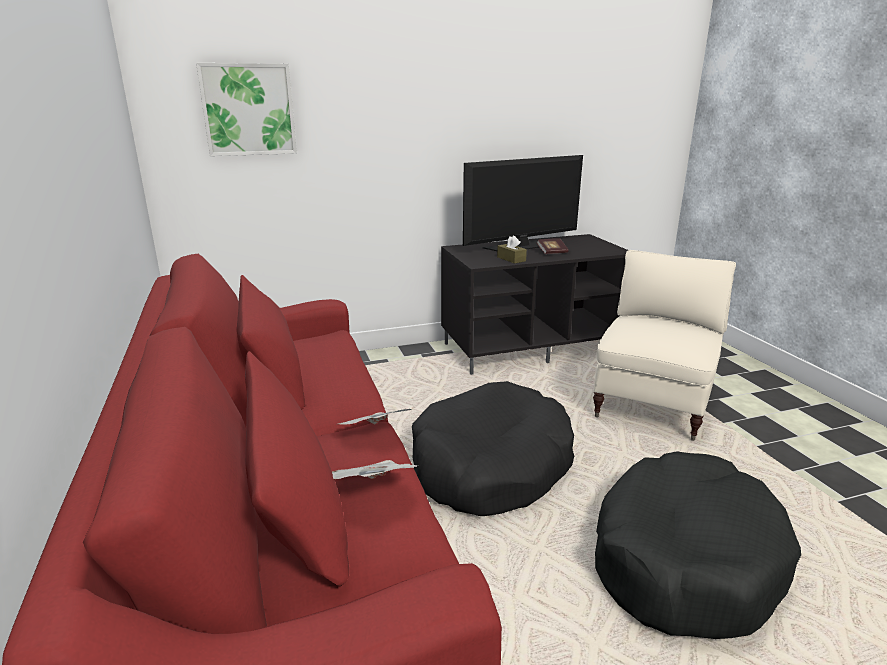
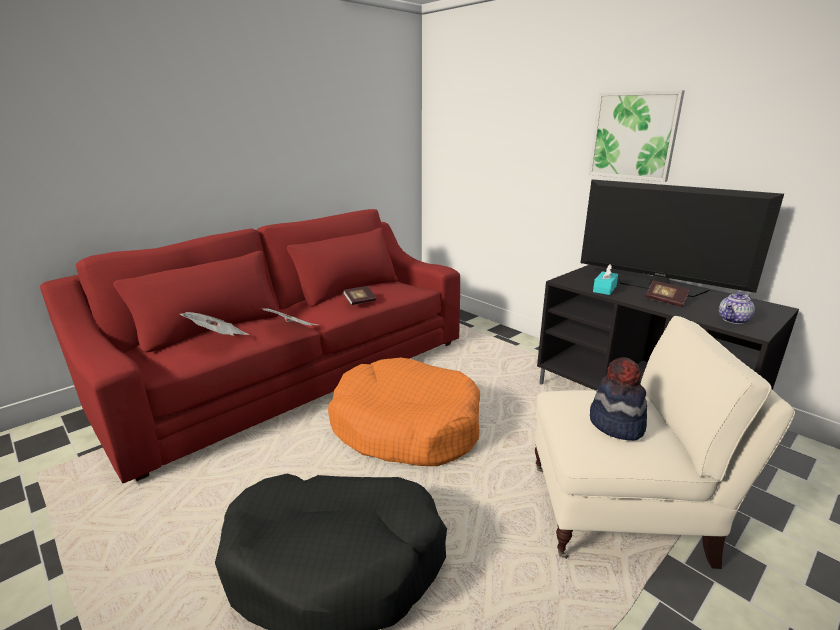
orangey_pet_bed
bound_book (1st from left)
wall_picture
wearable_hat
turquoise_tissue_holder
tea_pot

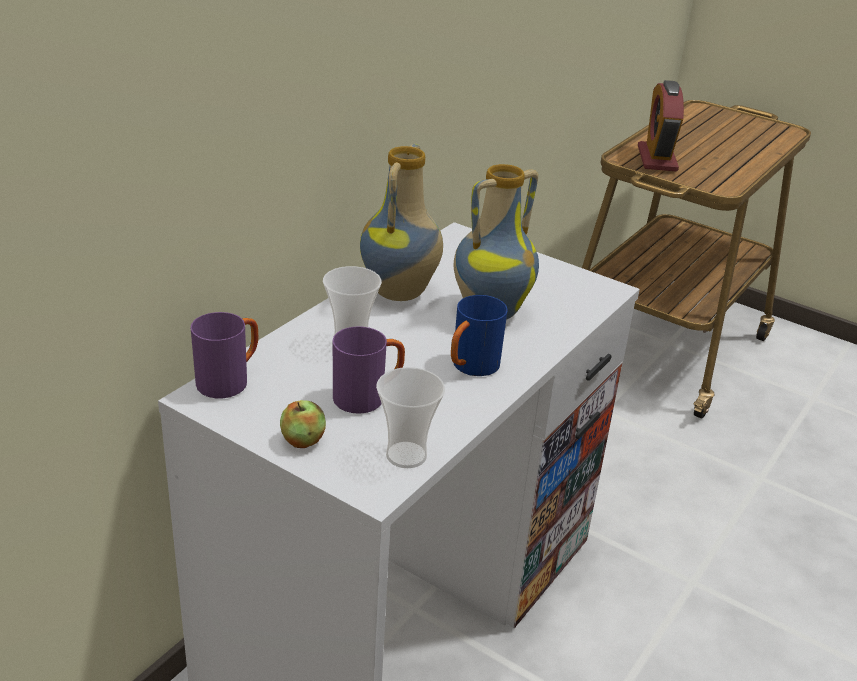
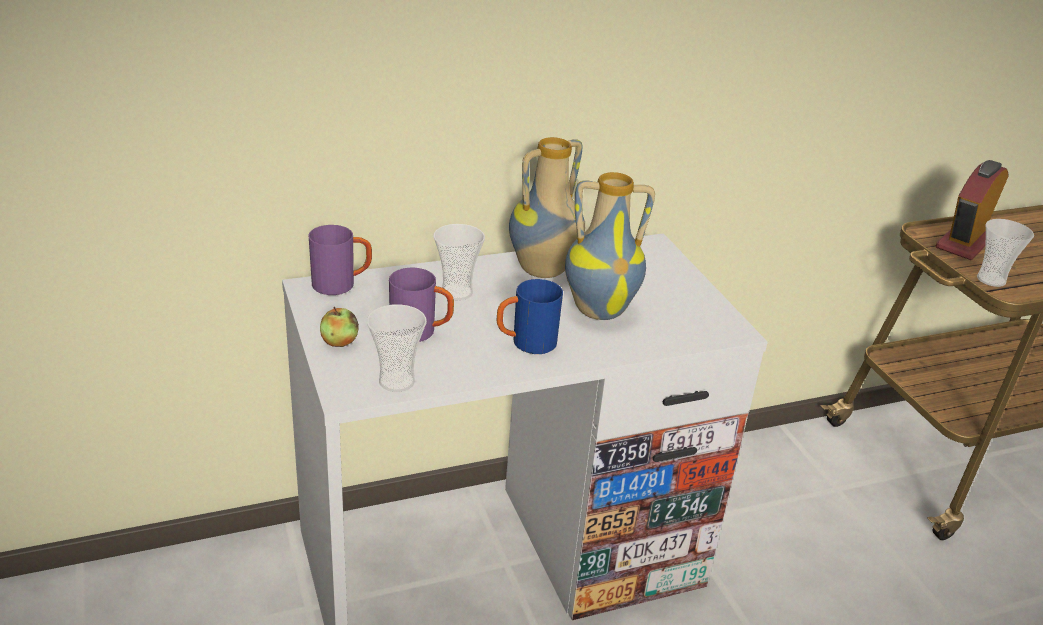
cup (3rd from left)

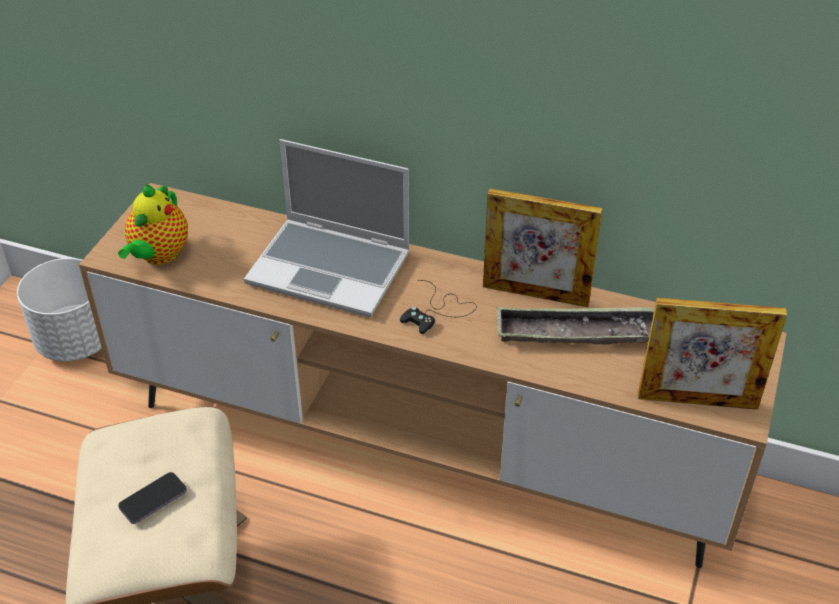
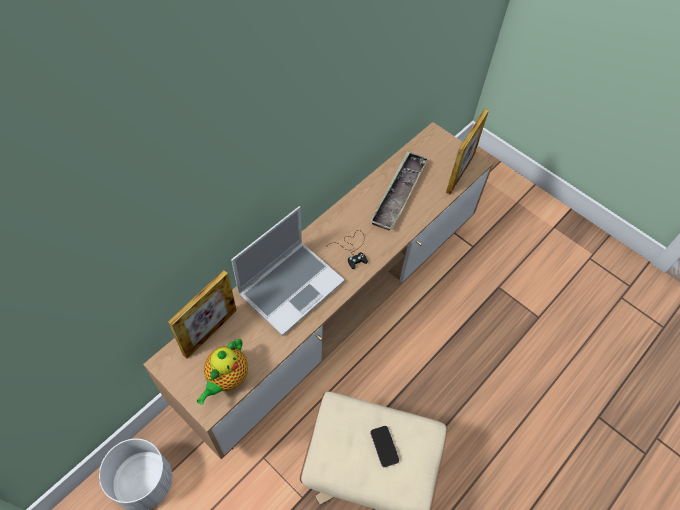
picture_frame (1st from left)
tea_pot

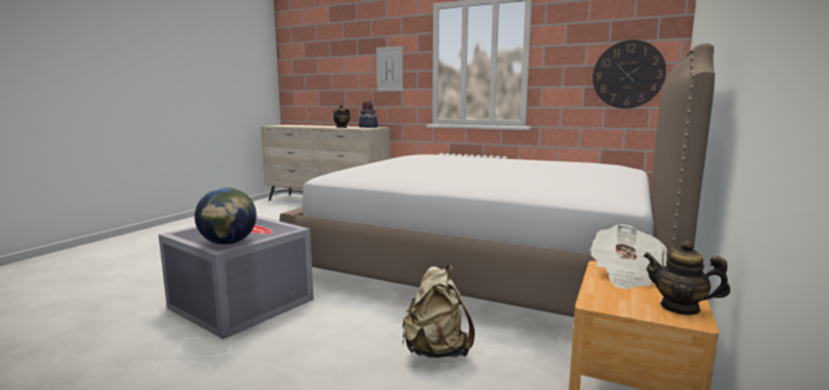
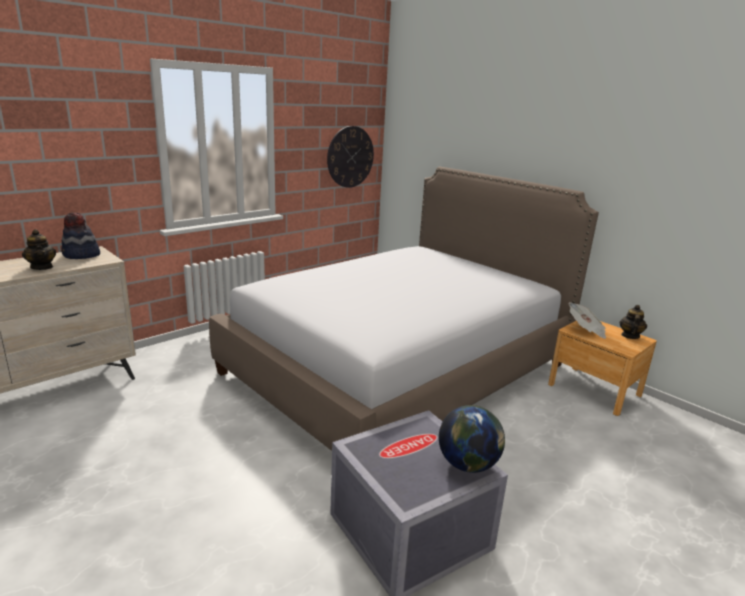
tea_pot (2nd from left)
wall_picture
beige_rucksack

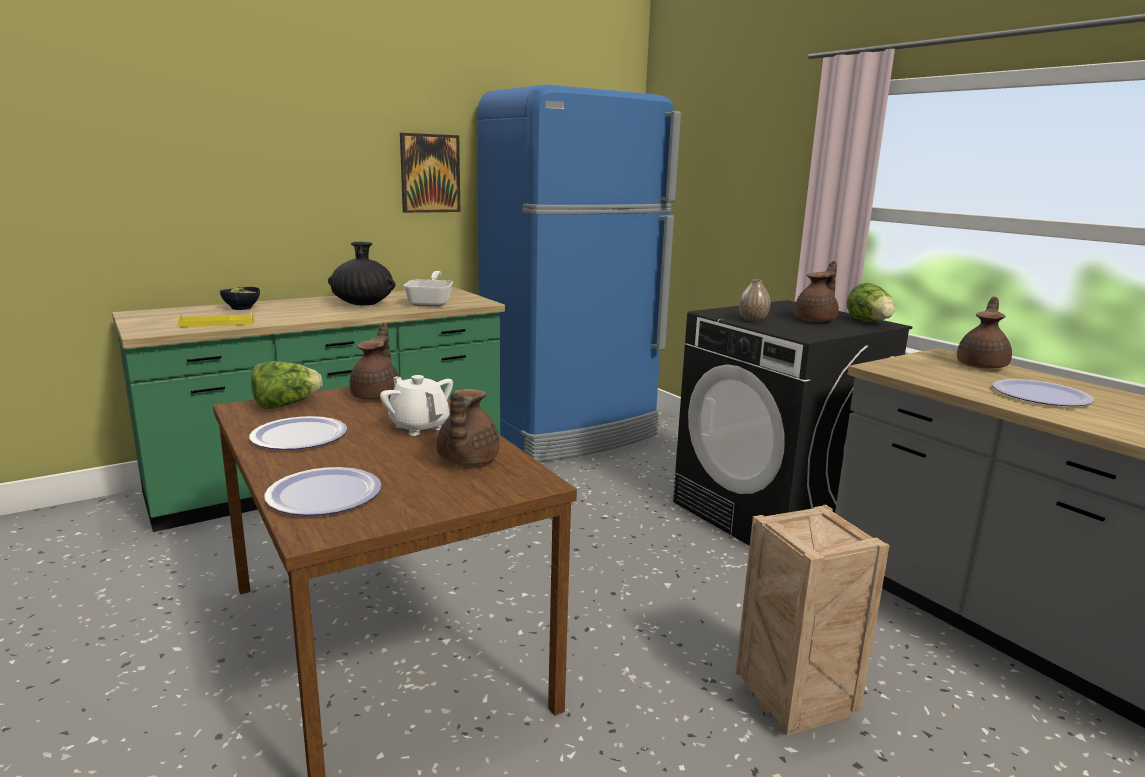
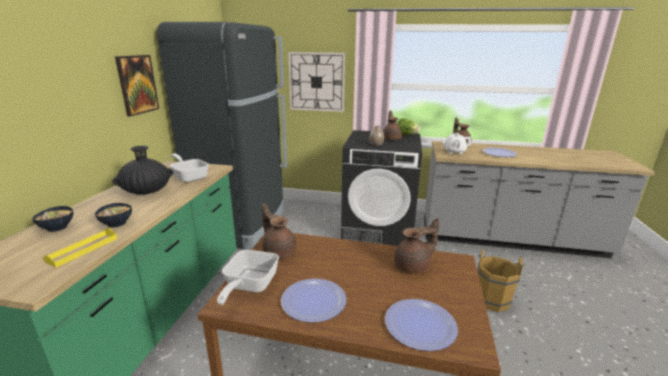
bowl (2nd from left)
black-coloured_fridge
skillet (2nd from left)
hanging_clock
brownish_tea_pot (3rd from left)
white-coloured_tea_pot
brownish_bucket

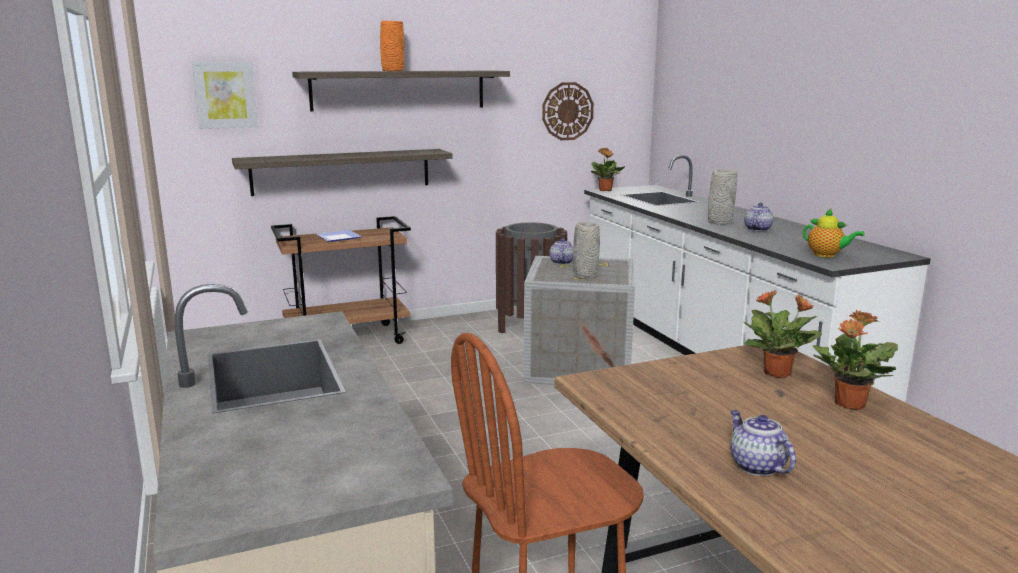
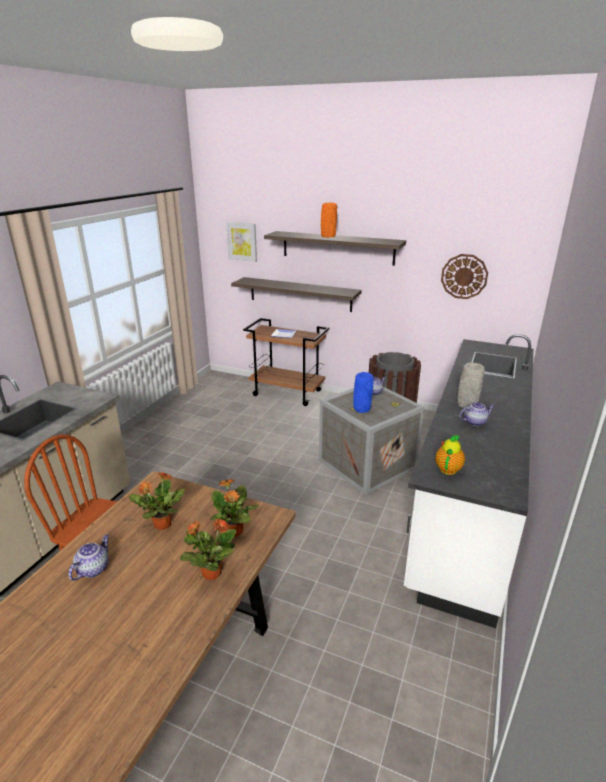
houseplant (1st from left)
blue-coloured_flower_vase
tea_pot (3rd from left)

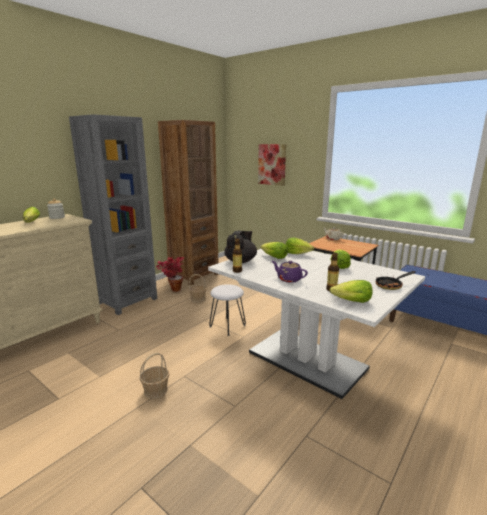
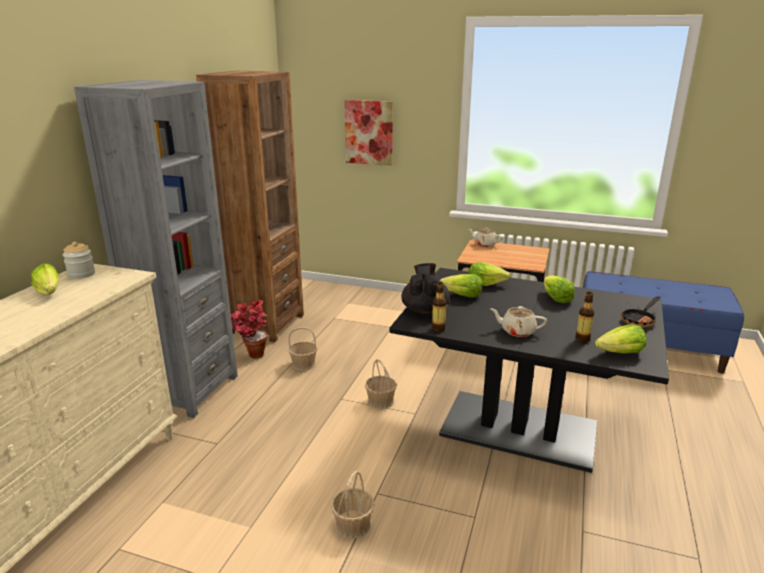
household_basket (3rd from left)
black-coloured_dining_table
beige_tea_pot (2nd from left)

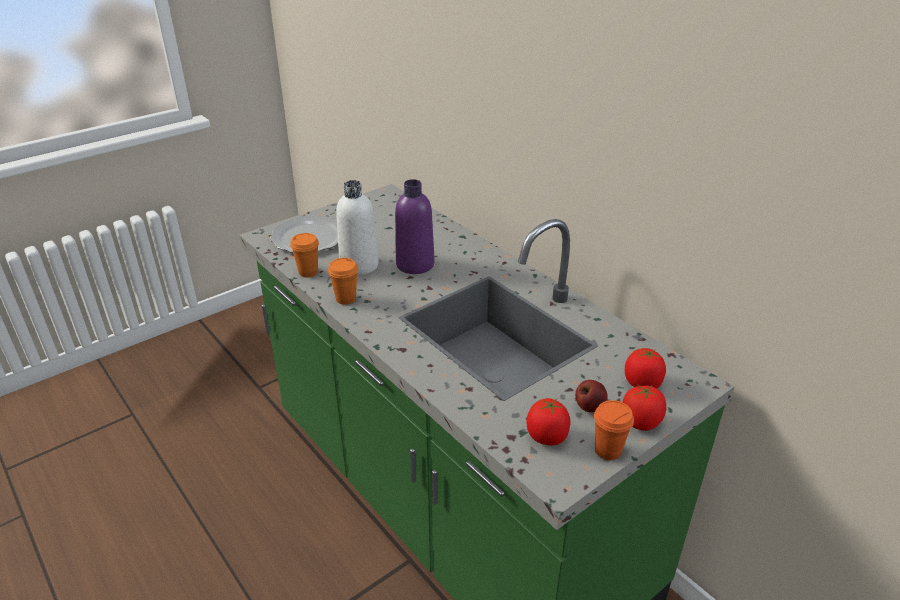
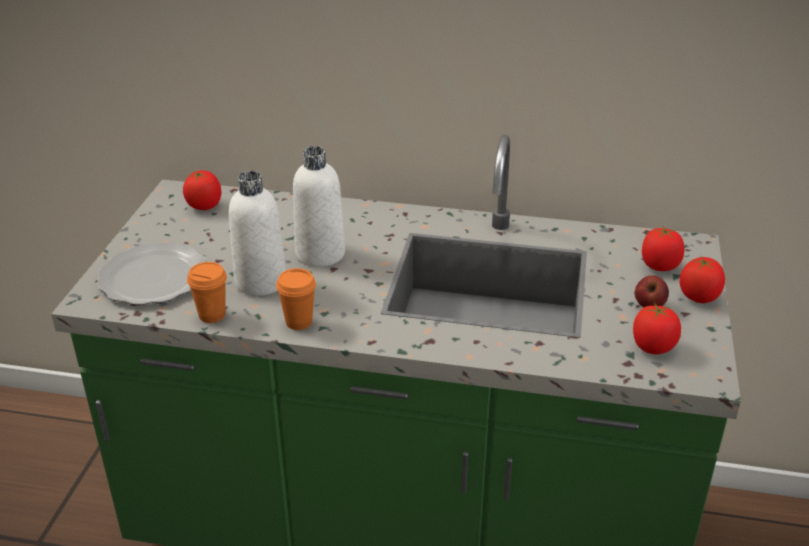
whole_tomato (1st from left)
white-coloured_drink_bottle (2nd from left)
orangey_cup (3rd from left in the first image)

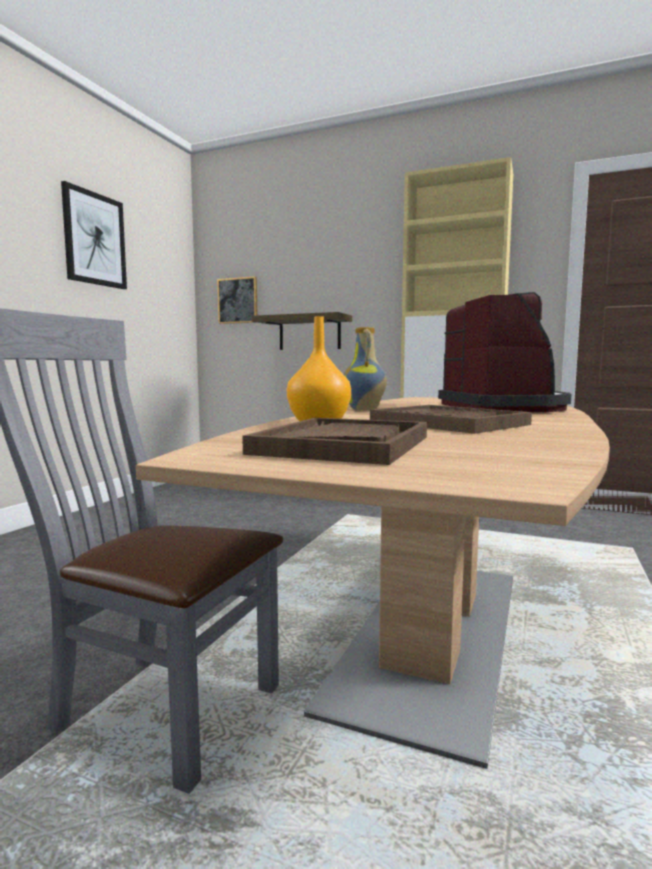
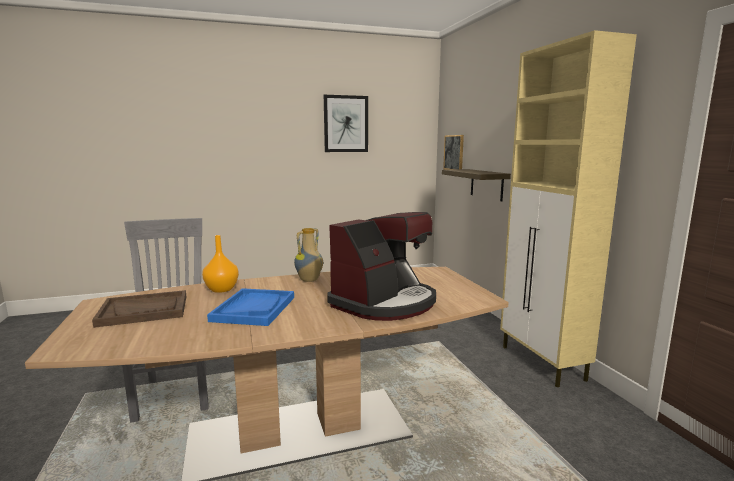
blue-coloured_serving_tray

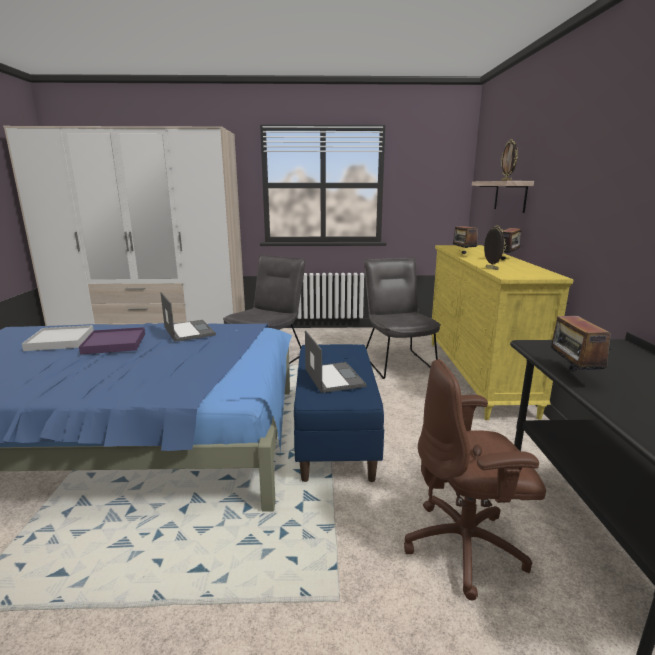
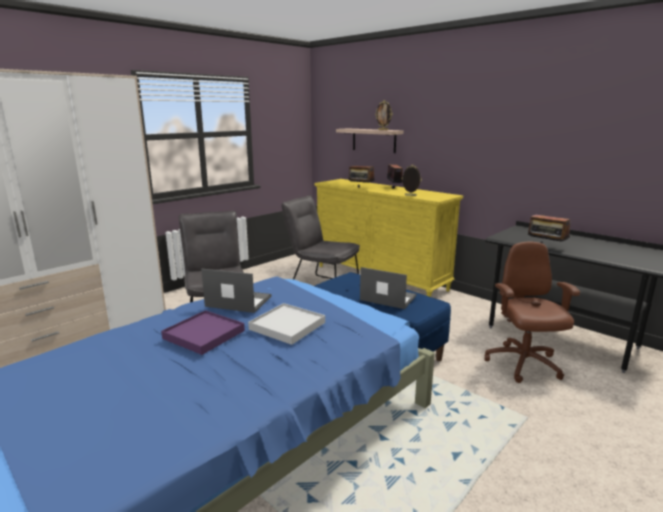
white-coloured_serving_tray
brownish_office_chair

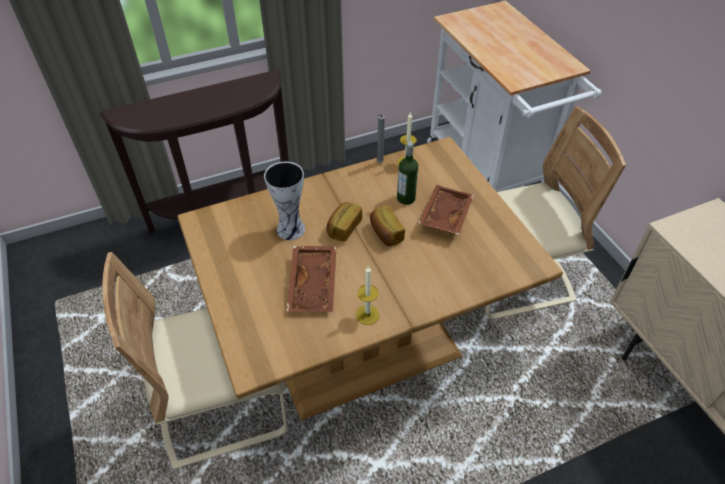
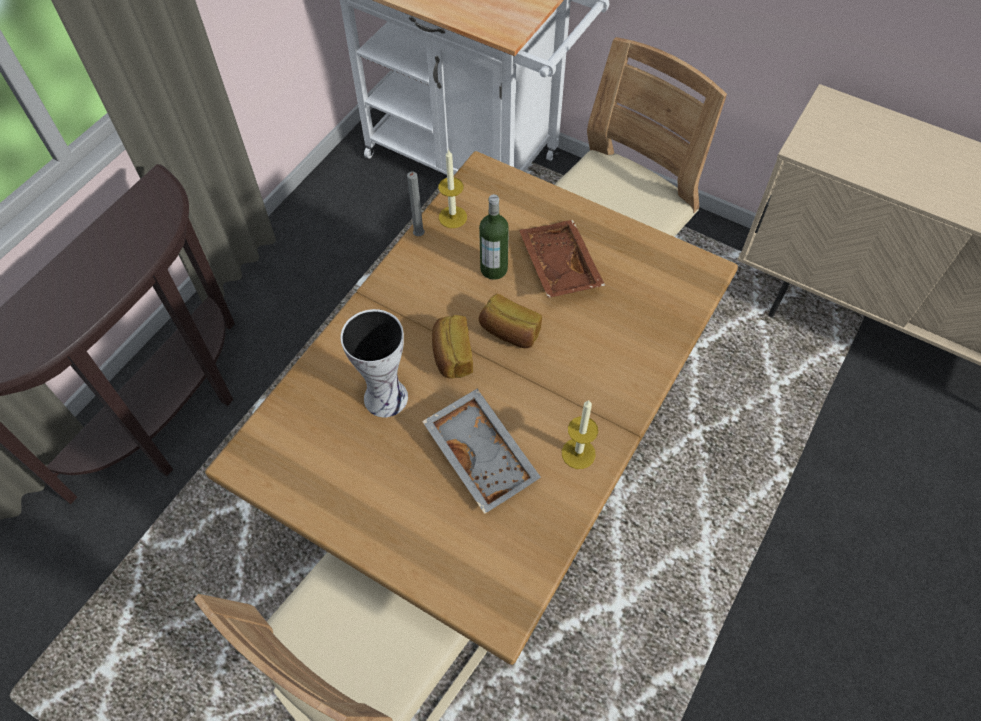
grey_serving_tray

